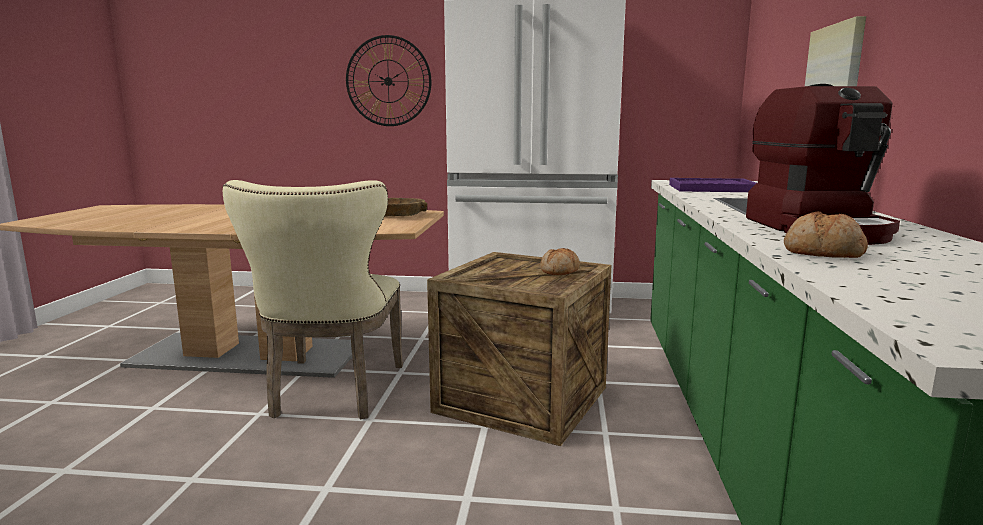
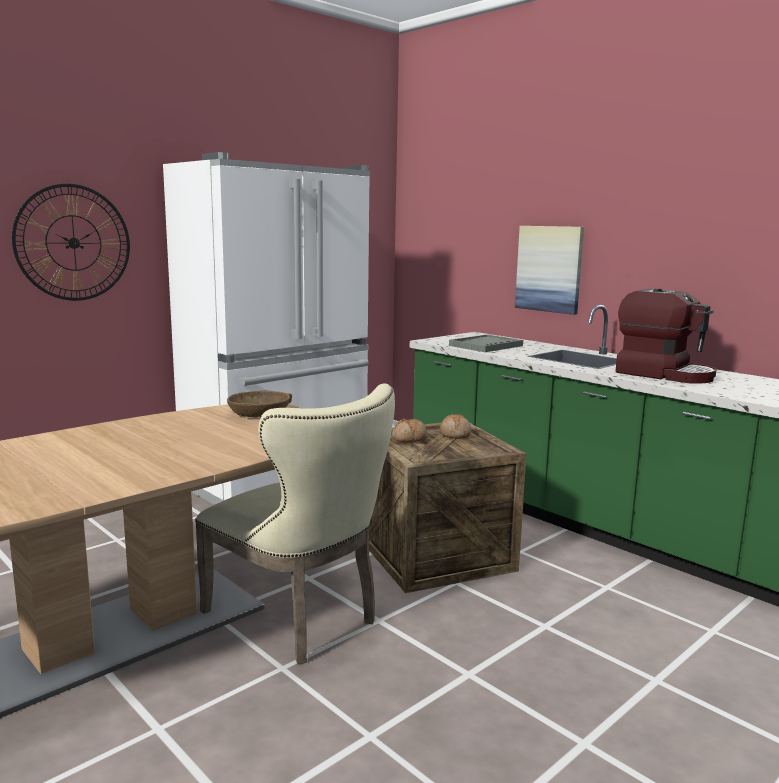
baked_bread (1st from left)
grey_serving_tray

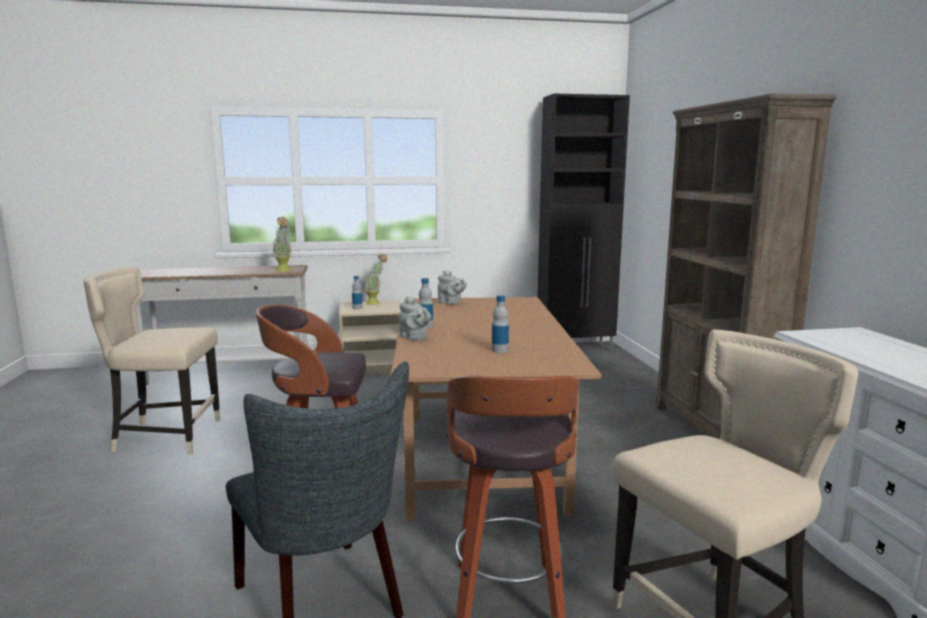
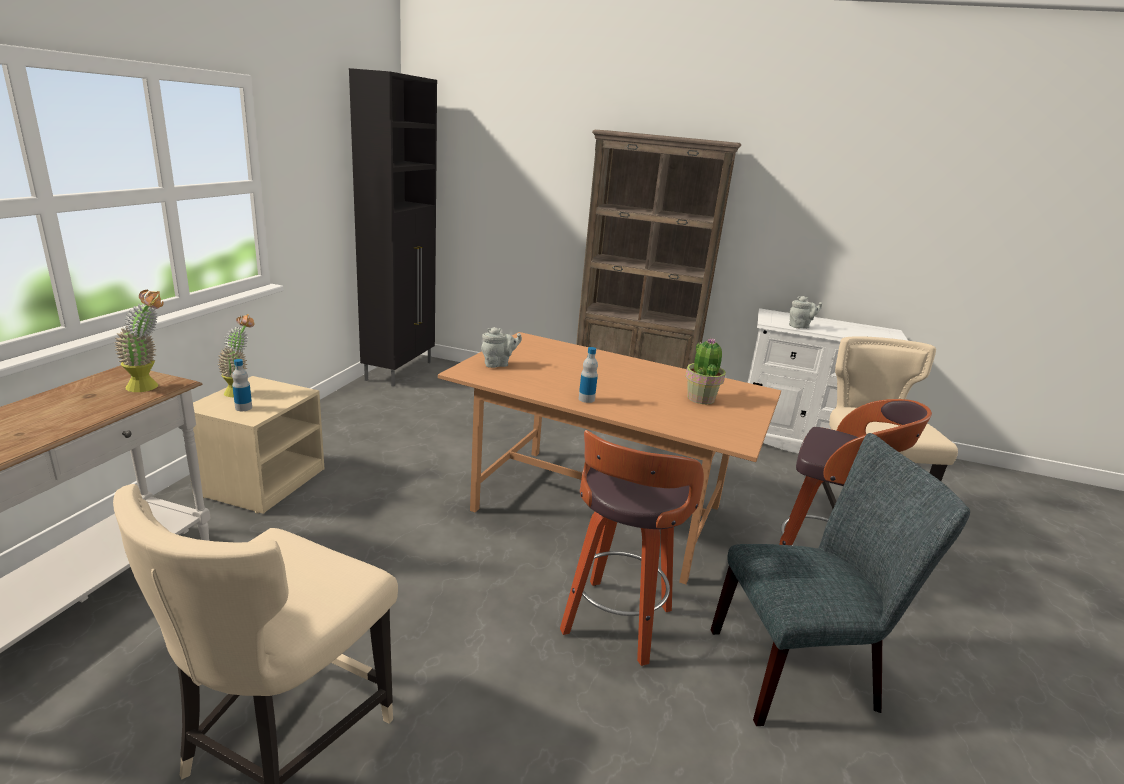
houseplant (3rd from left)
grey_tea_pot (2nd from left)

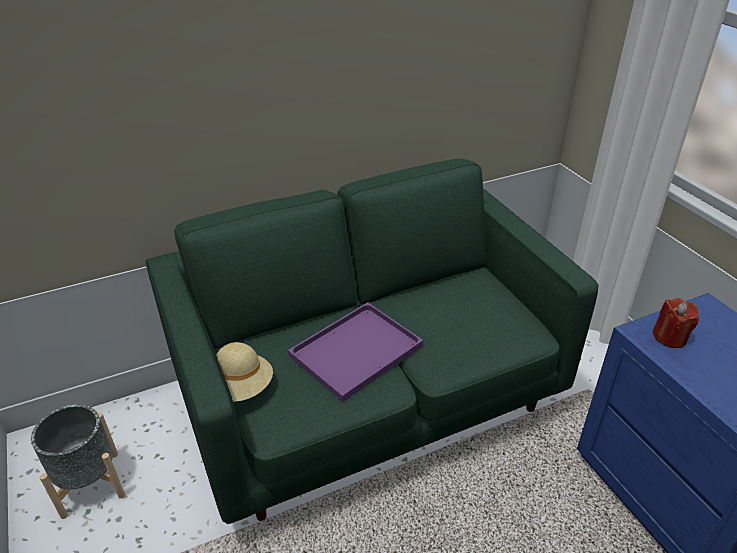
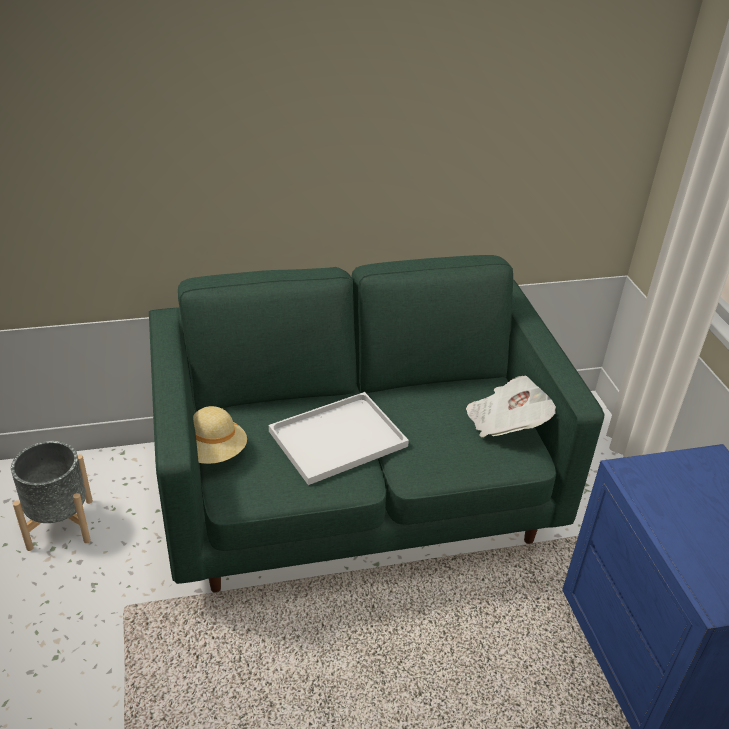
white-coloured_serving_tray
newspaper
red-coloured_candle

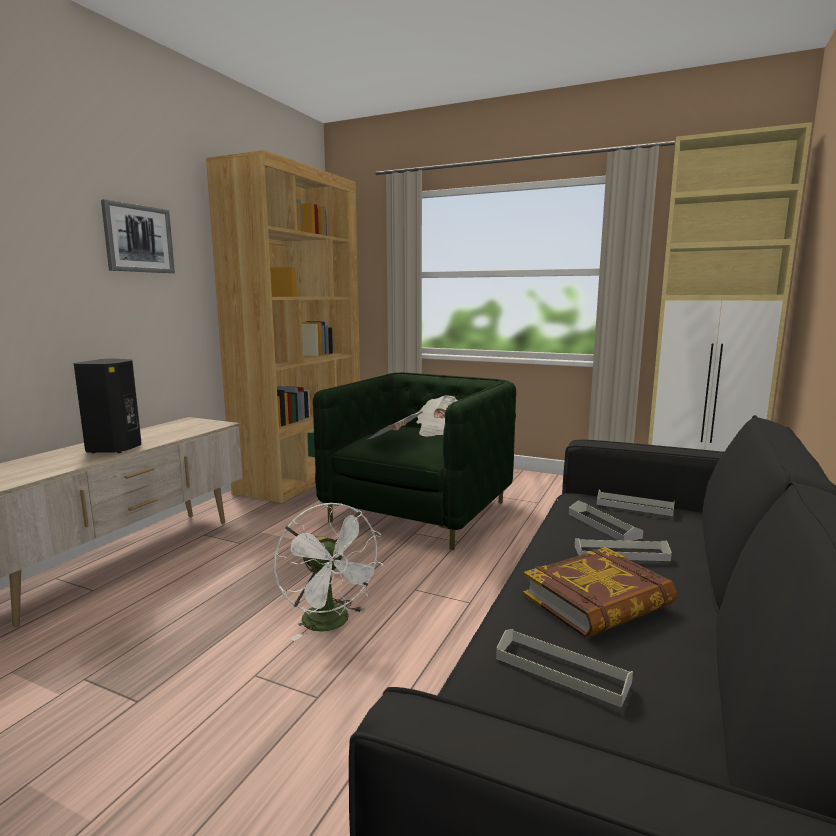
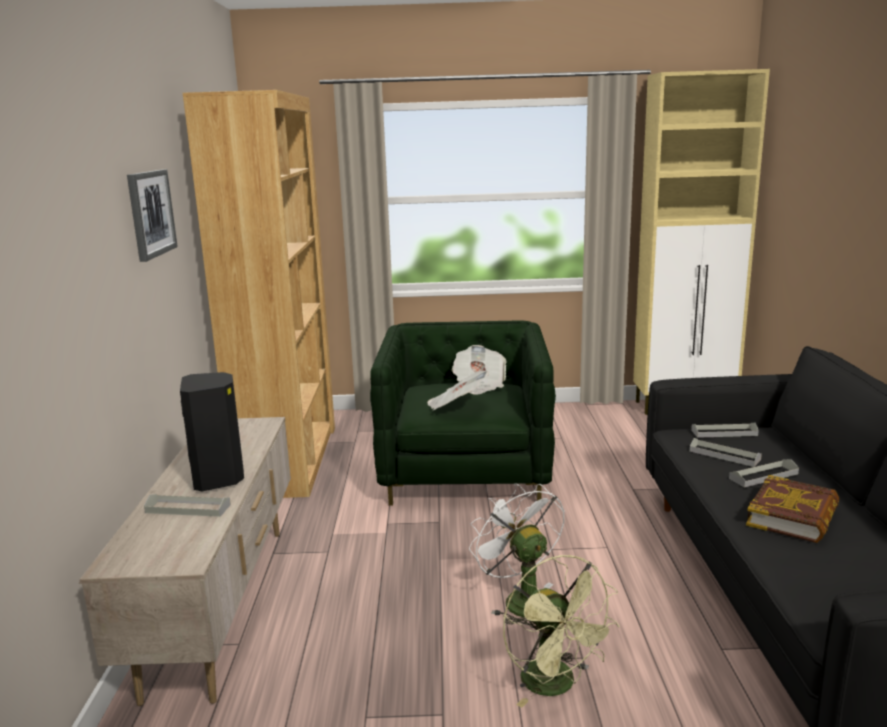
grey_serving_tray (1st from left)
white-coloured_cooling_fan
green-coloured_cooling_fan

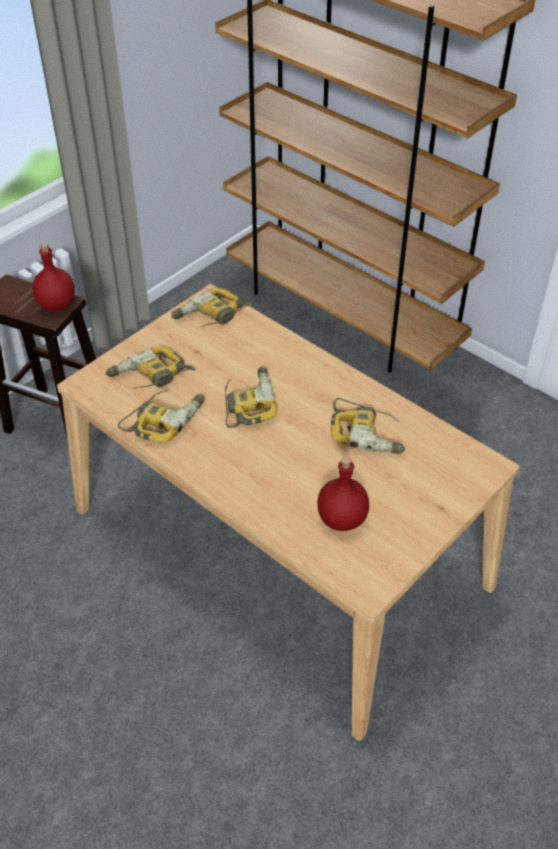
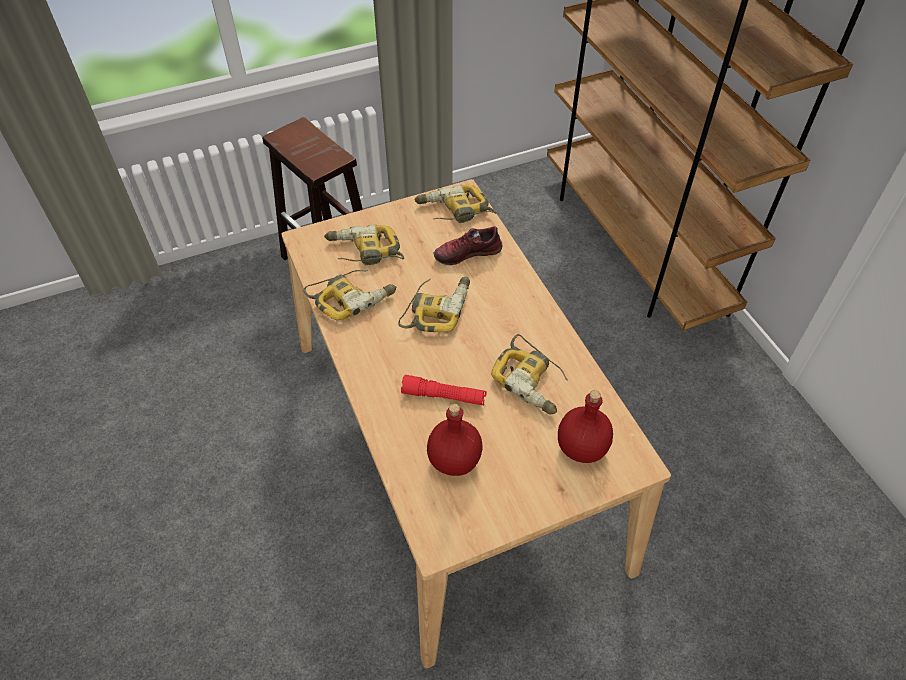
red-coloured_hand_torch
low_shoe
red-coloured_drink_bottle (2nd from left)

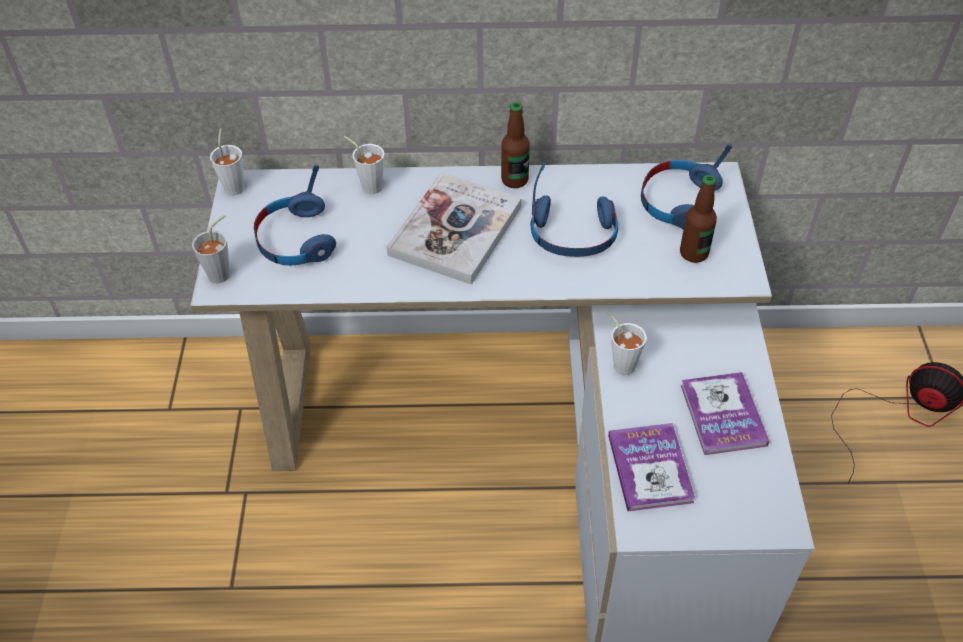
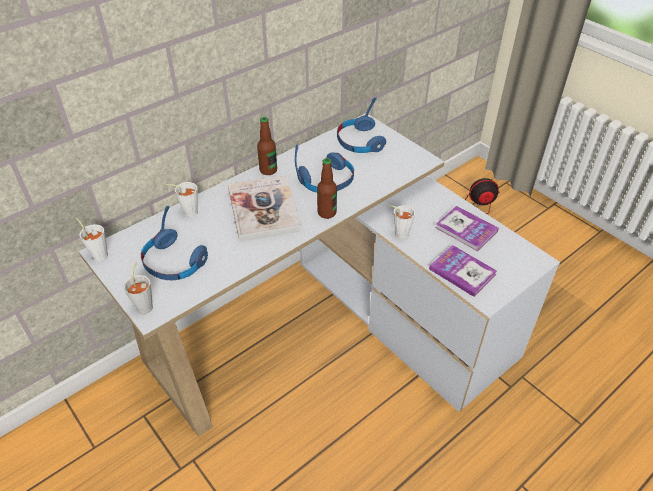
drink_bottle (2nd from left)

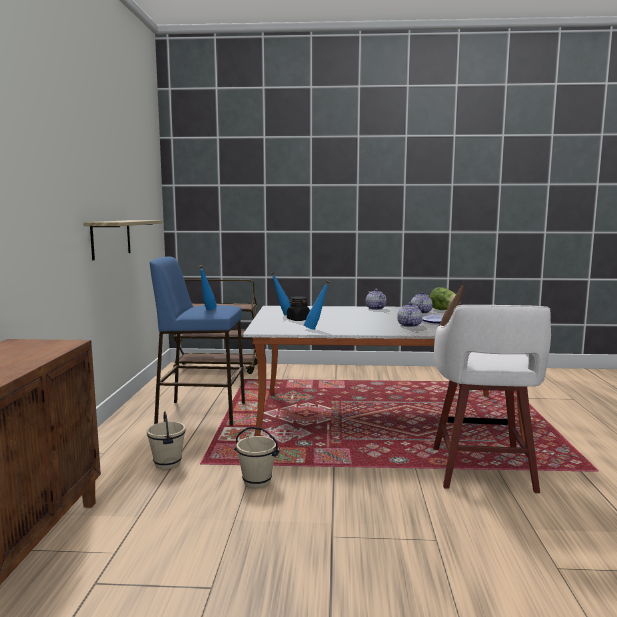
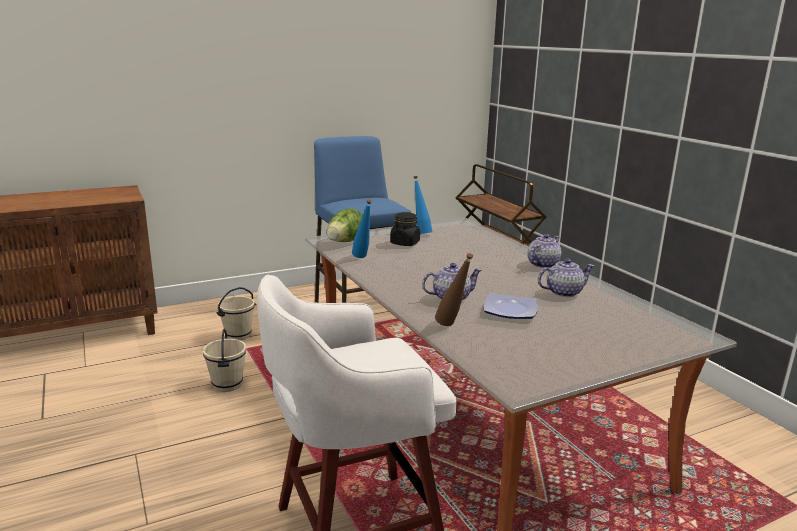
lettuce_head
shelf
blue-coloured_drink_bottle (1st from left in the first image)

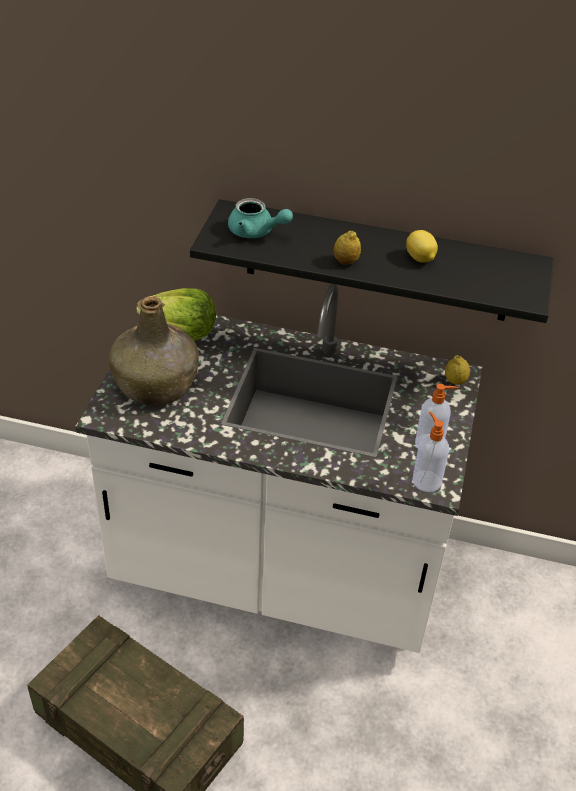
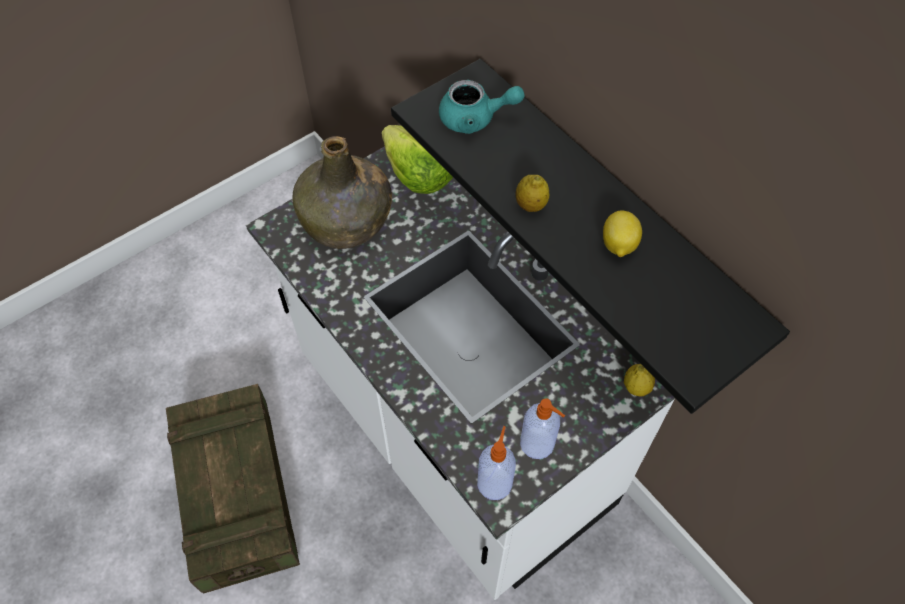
turquoise_tea_pot

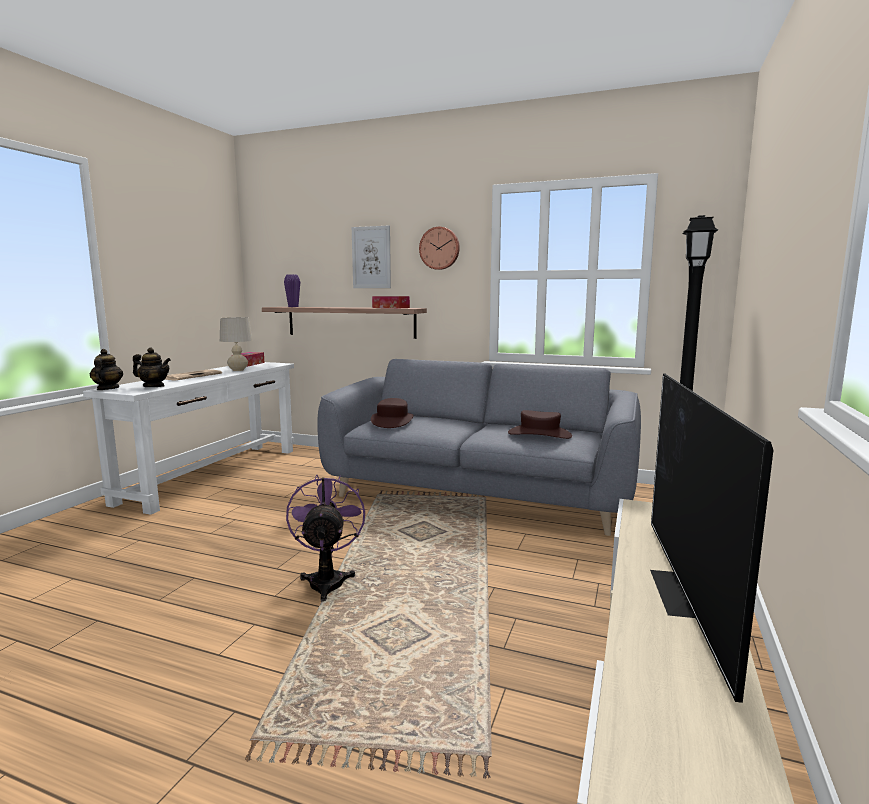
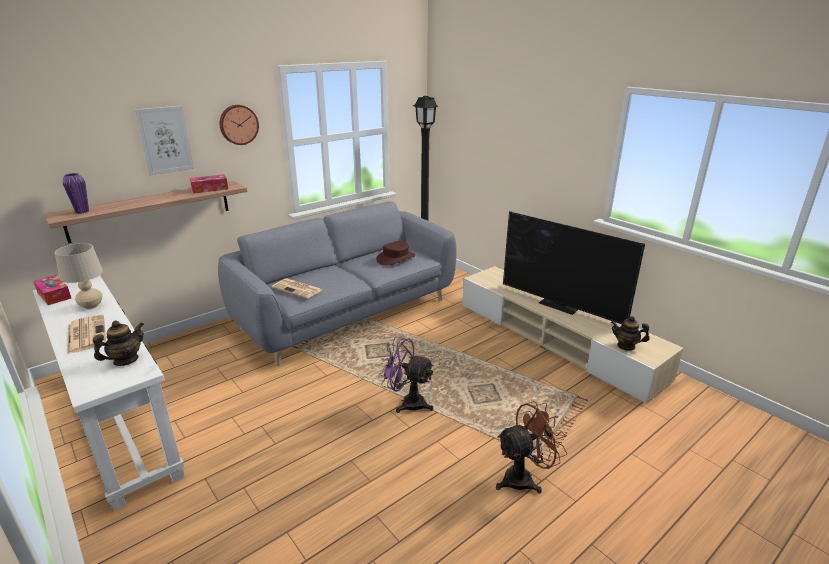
newspaper (2nd from left)
brownish_cooling_fan
tea_pot (2nd from left)

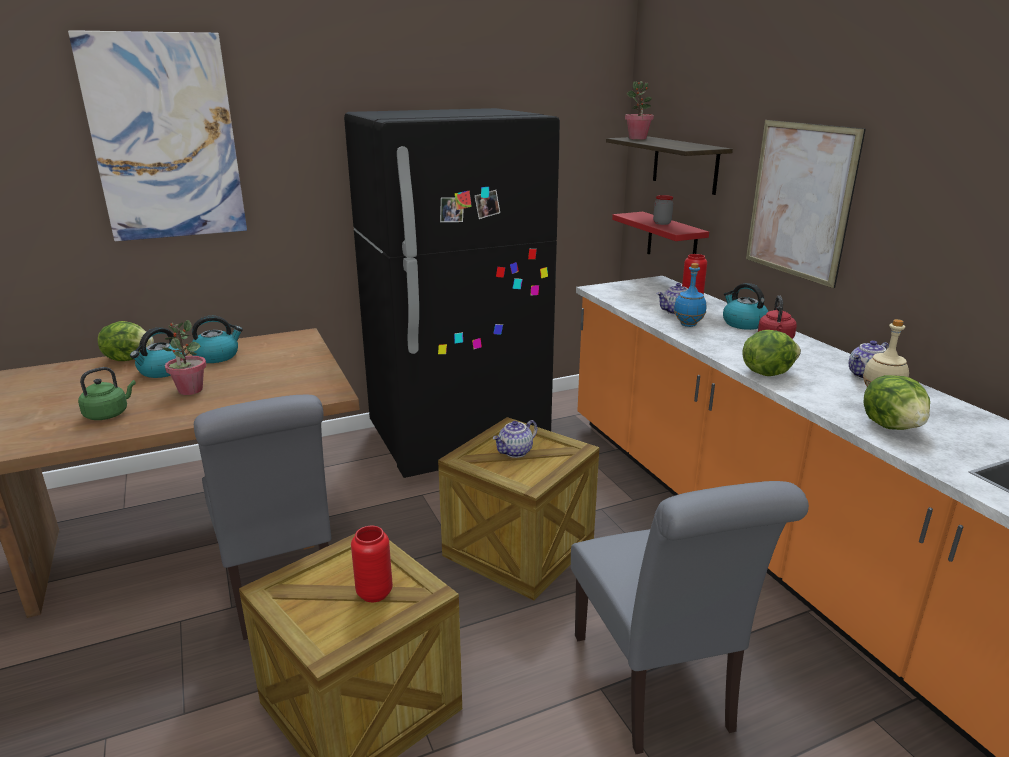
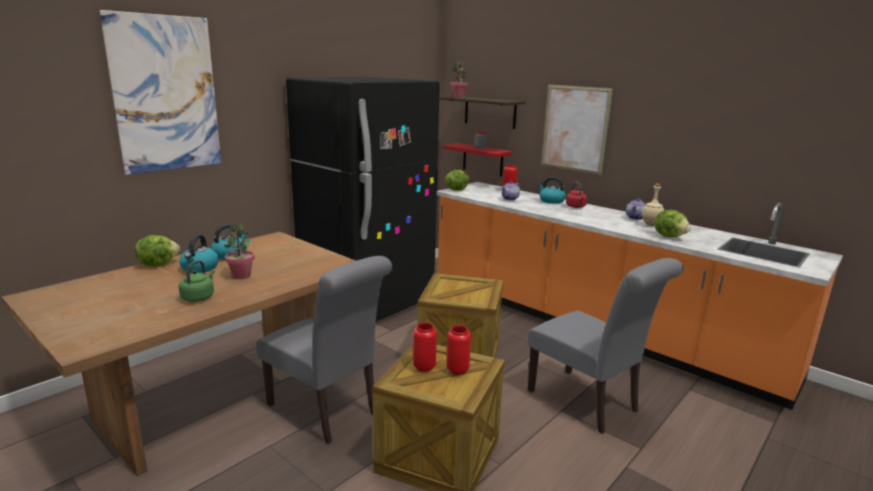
red-coloured_flower_vase (1st from left)
lettuce_head (2nd from left)
tea_pot (1st from left in the first image)
blue-coloured_drink_bottle

